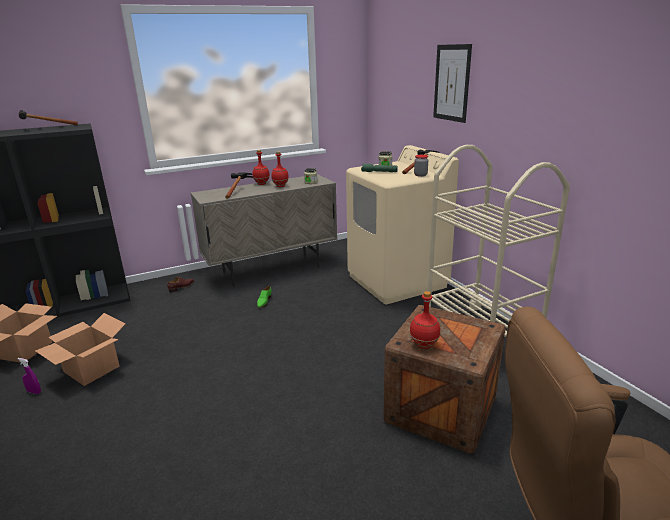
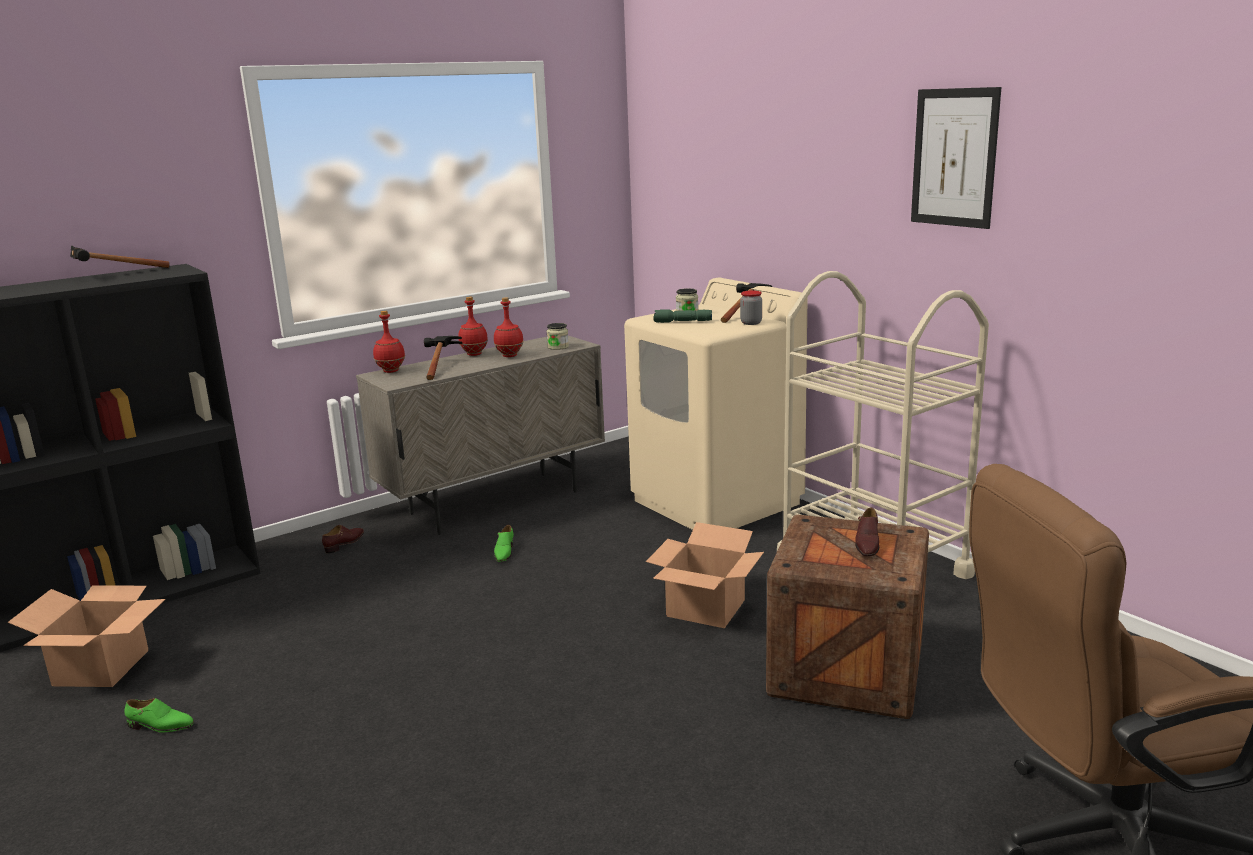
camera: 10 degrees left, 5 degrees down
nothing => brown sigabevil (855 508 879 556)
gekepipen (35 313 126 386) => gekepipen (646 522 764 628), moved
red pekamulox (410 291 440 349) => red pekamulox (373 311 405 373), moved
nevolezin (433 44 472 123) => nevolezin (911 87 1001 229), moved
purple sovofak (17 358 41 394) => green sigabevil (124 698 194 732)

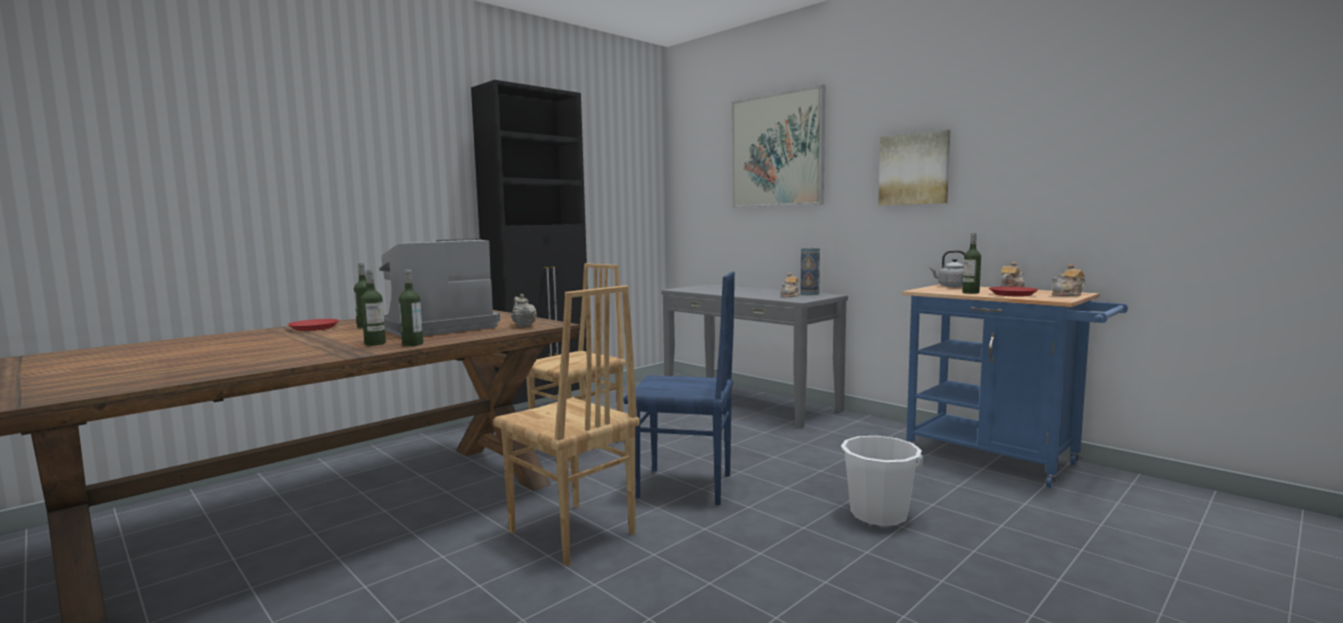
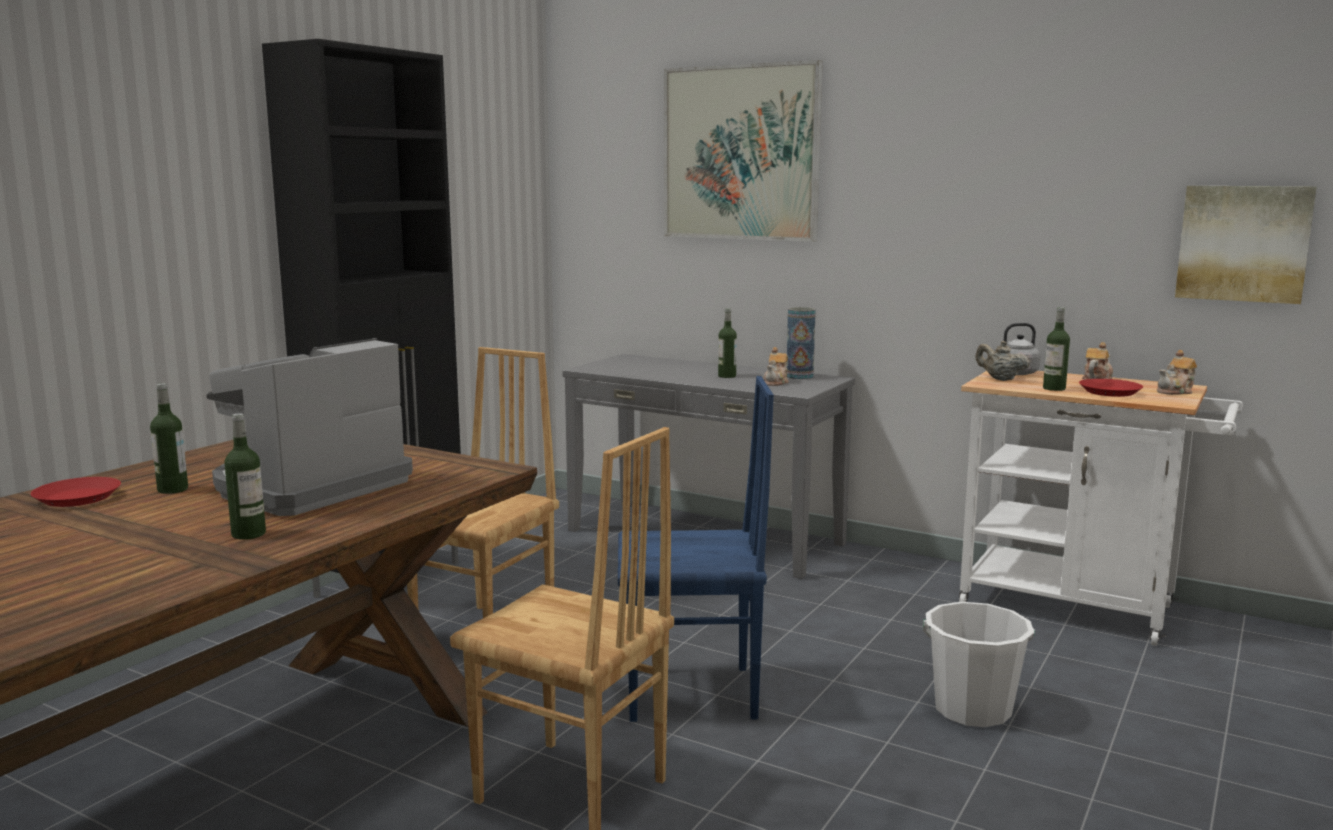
camera: 15 degrees left, 5 degrees up
pekamulox (399 269 423 346) => pekamulox (718 308 737 378), moved
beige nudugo (511 294 537 327) => beige nudugo (975 341 1030 381), moved
nevolezin (878 129 950 205) => nevolezin (1175 186 1317 304), moved
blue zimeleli (902 284 1128 488) => white zimeleli (959 371 1243 646)

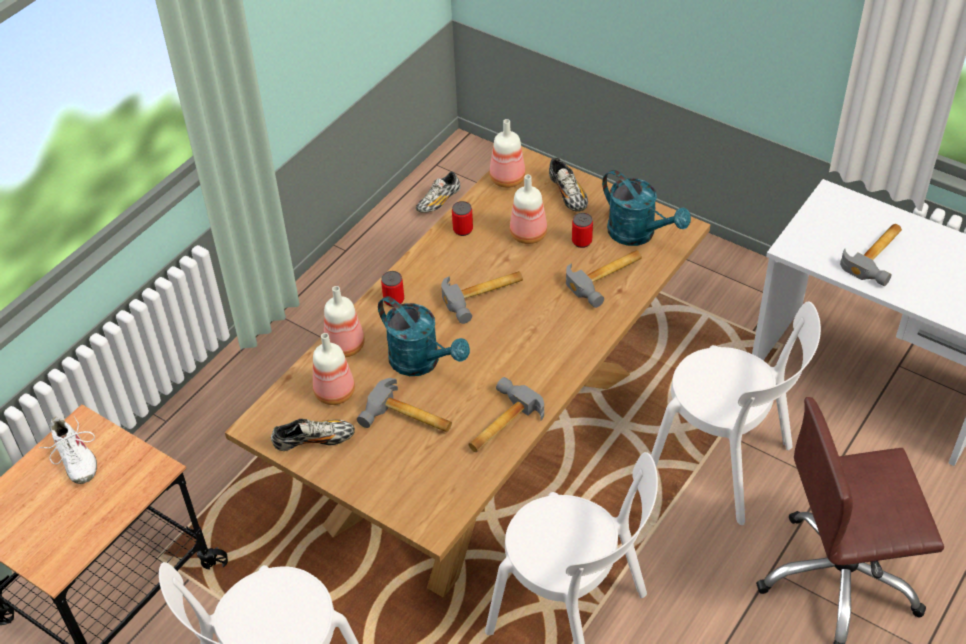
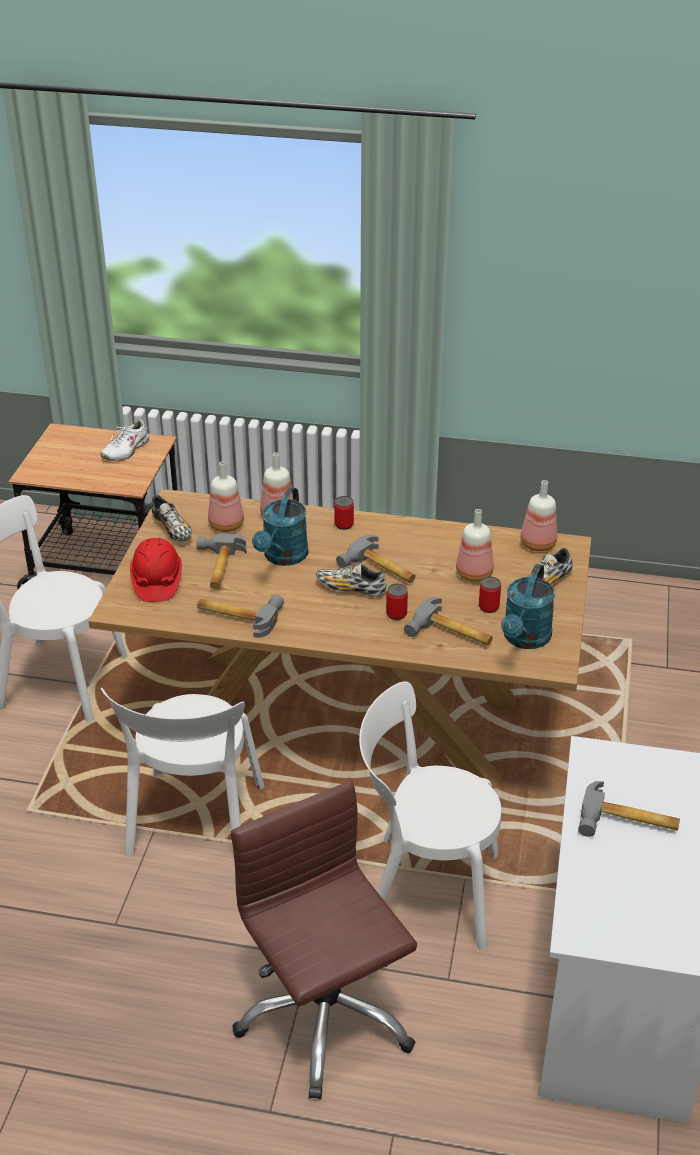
camera: 65 degrees right, 10 degrees down
nothing => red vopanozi (130 538 182 602)
sigabevil (416 172 461 213) => sigabevil (316 563 387 597), moved
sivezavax (452 201 473 236) => sivezavax (386 584 408 620), moved
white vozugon (651 302 821 525) => white vozugon (359 681 501 950), 90 degrees clockwise

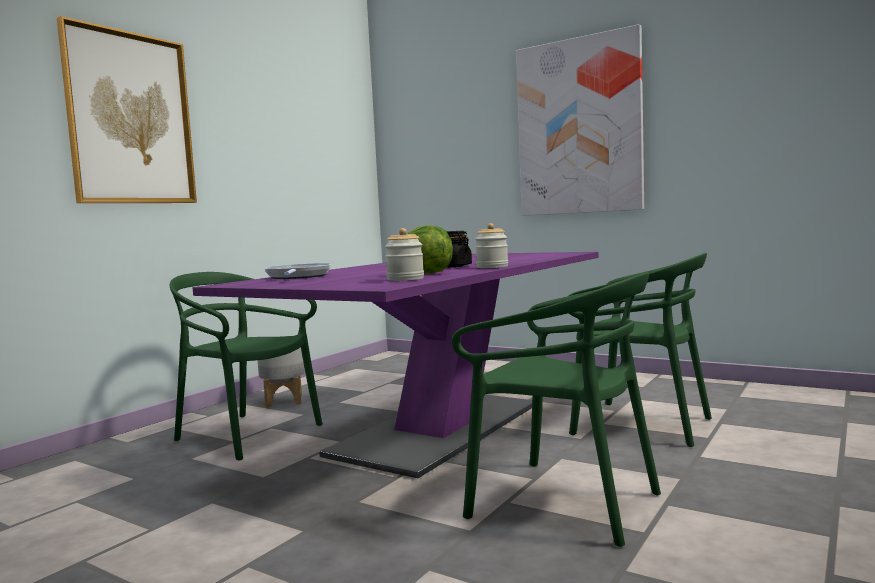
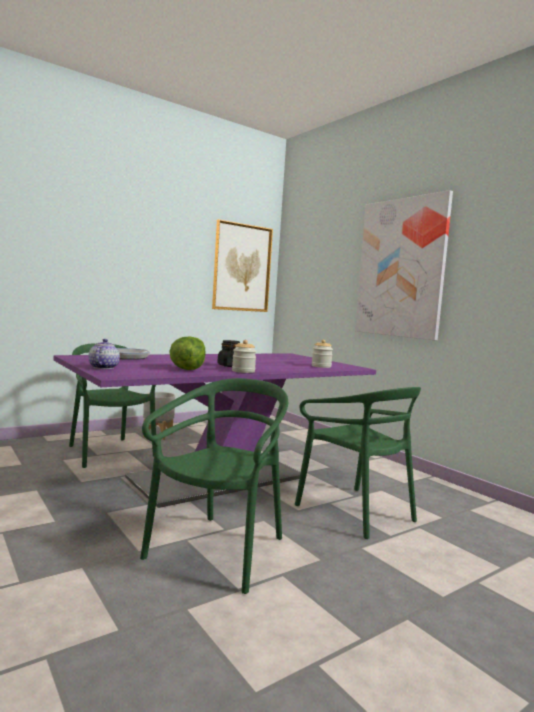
camera: 20 degrees right, 0 degrees up
nothing => nudugo (89 339 120 369)
nevolezin (57 16 197 203) => nevolezin (212 219 273 312), moved
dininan (385 228 424 281) => dininan (312 340 333 368), moved
green vozugon (452 272 661 547) => green vozugon (140 378 288 594), 120 degrees counterclockwise

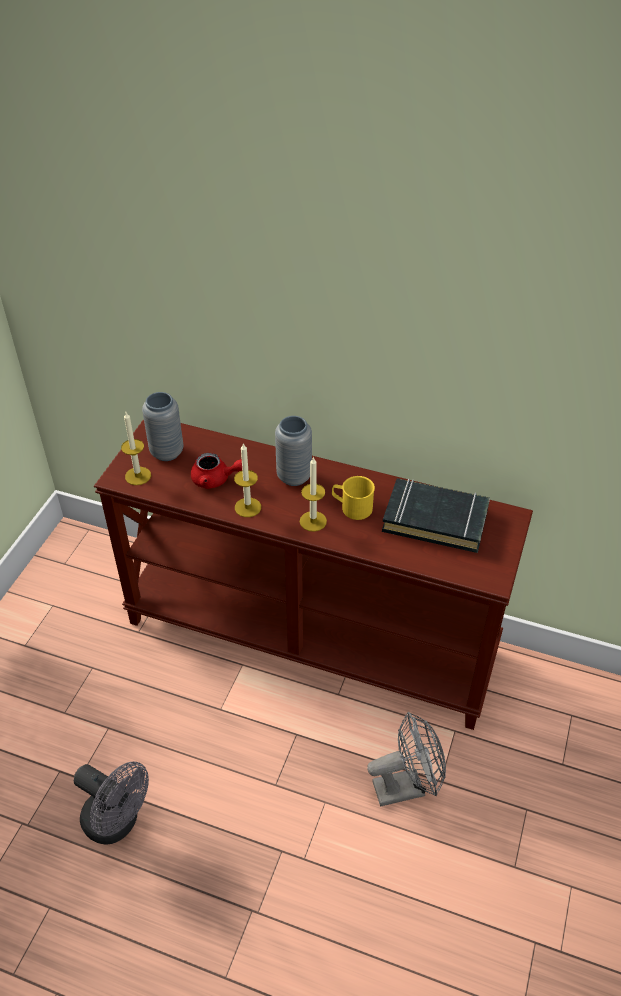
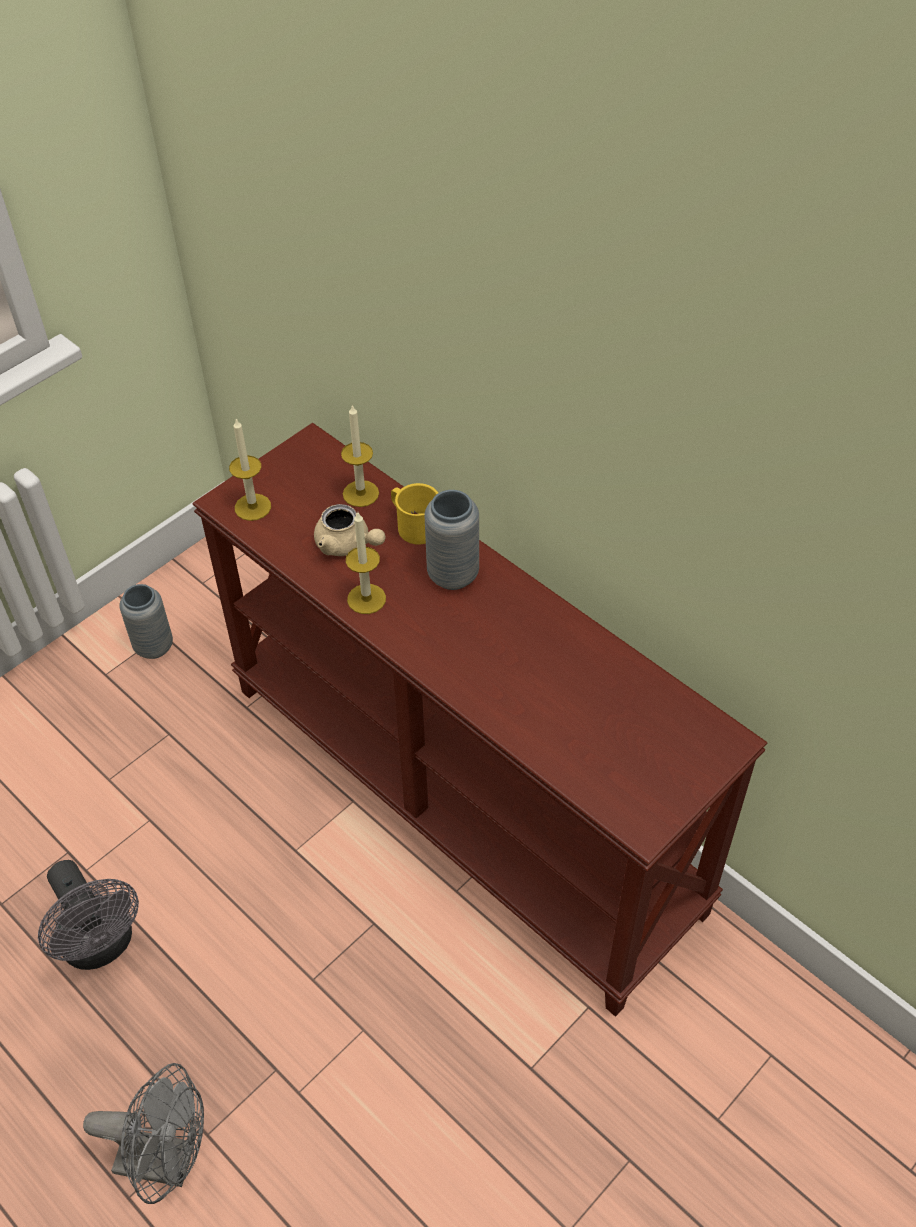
camera: 25 degrees right, 5 degrees up
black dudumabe (382 478 490 553) => nothing
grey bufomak (142 392 184 461) => grey bufomak (119 584 173 659), moved
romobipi (300 456 327 532) => romobipi (341 404 379 507), moved
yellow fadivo (332 476 375 520) => yellow fadivo (391 483 438 545), moved
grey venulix (367 712 446 806) => grey venulix (83 1063 204 1204), moved
red nudugo (191 453 242 489) => beige nudugo (314 504 386 556)

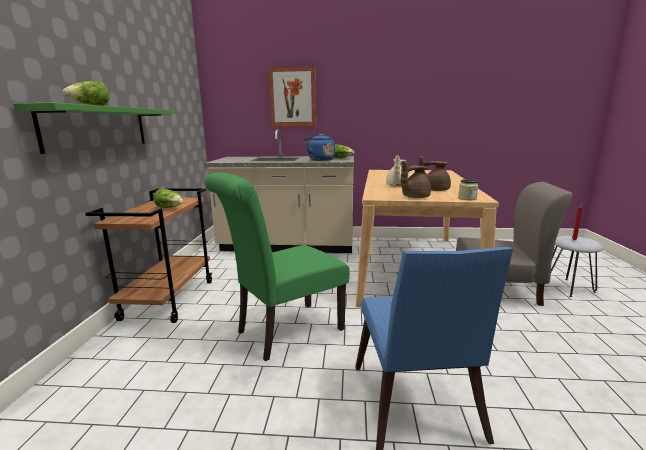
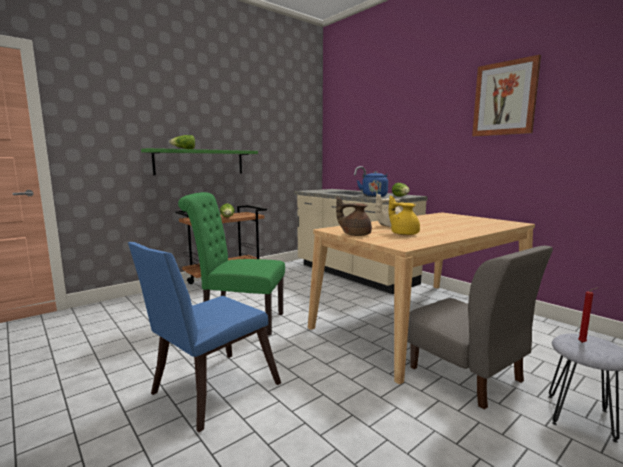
camera: 45 degrees right, 5 degrees down
dininan (458 179 478 200) => nothing
nevolezin (268 67 316 127) => nevolezin (472 55 541 136), moved
brown nudugo (418 156 451 191) => yellow nudugo (389 195 420 235)

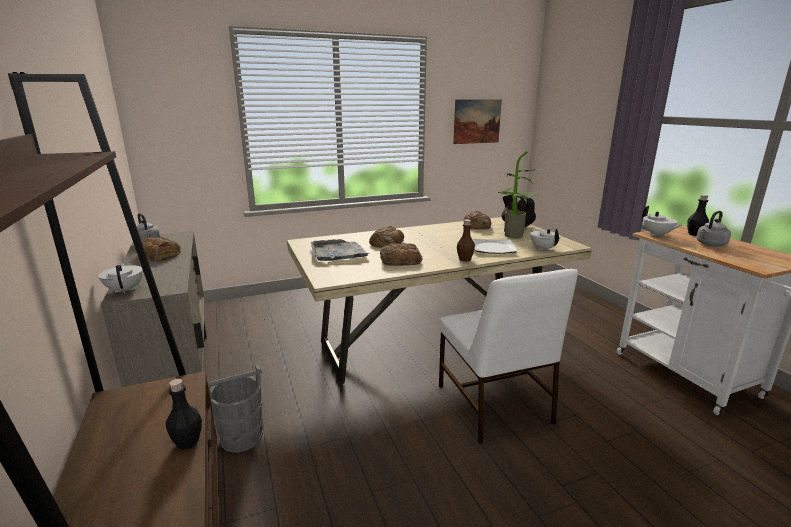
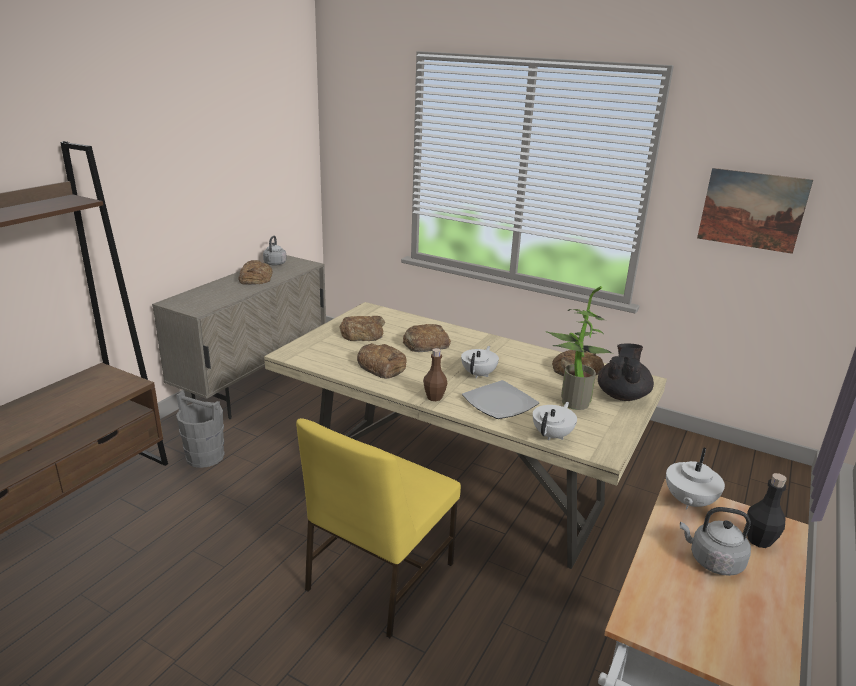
camera: 50 degrees right, 5 degrees up
black pekamulox (166 379 202 450) => nothing
white nudugo (99 263 143 294) => white nudugo (461 346 499 378), moved
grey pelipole (311 239 368 261) => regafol (339 316 385 341)
white vozugon (439 269 578 443) => yellow vozugon (296 418 461 638)

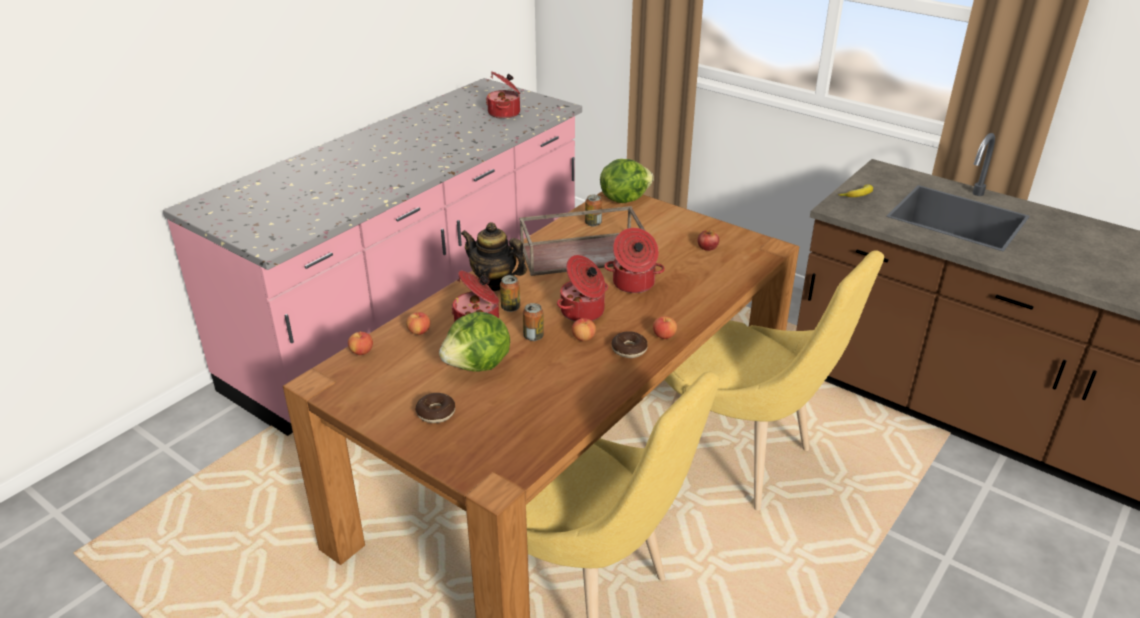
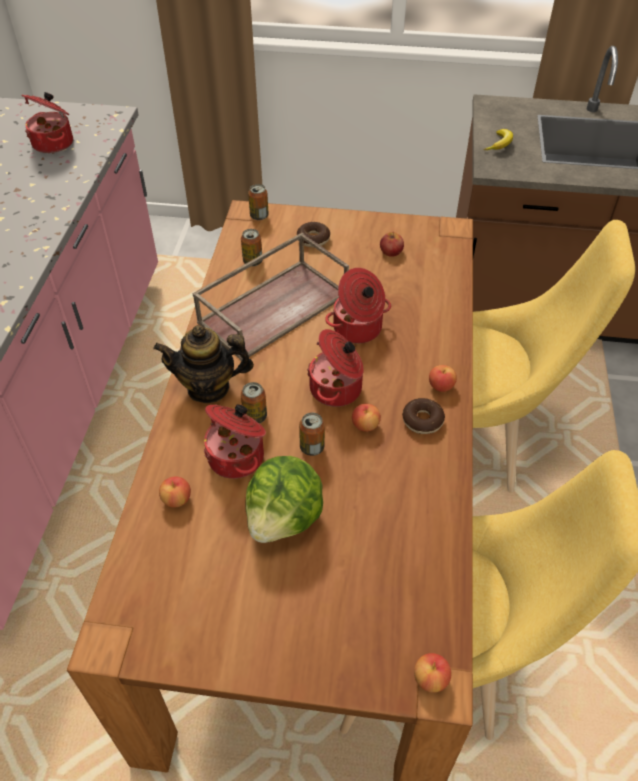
camera: 30 degrees left, 15 degrees up
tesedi (348 331 373 355) => tesedi (414 653 452 693), moved
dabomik (415 393 455 423) => dabomik (297 222 330 247), moved
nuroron (600 159 654 203) => sivezavax (248 184 269 220)

